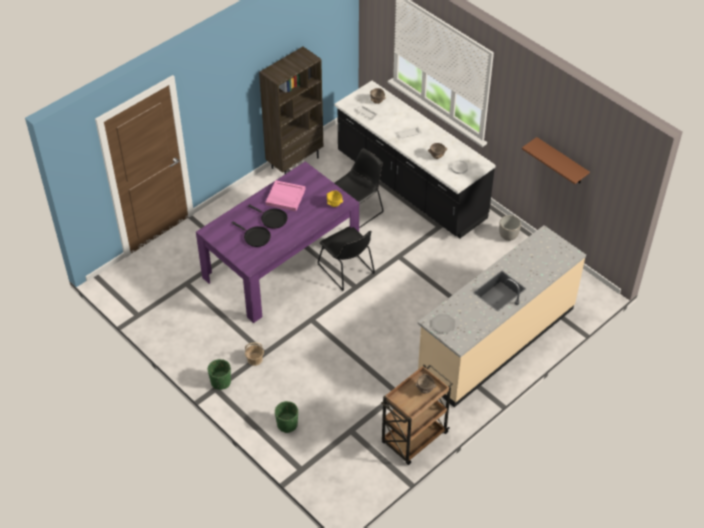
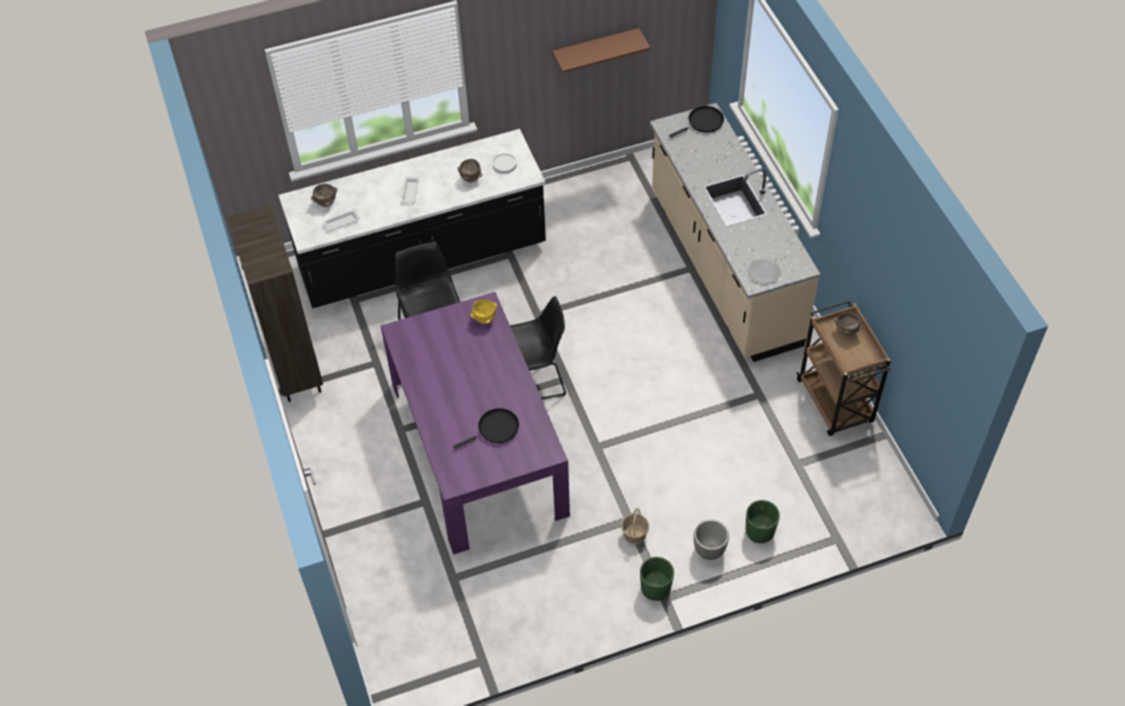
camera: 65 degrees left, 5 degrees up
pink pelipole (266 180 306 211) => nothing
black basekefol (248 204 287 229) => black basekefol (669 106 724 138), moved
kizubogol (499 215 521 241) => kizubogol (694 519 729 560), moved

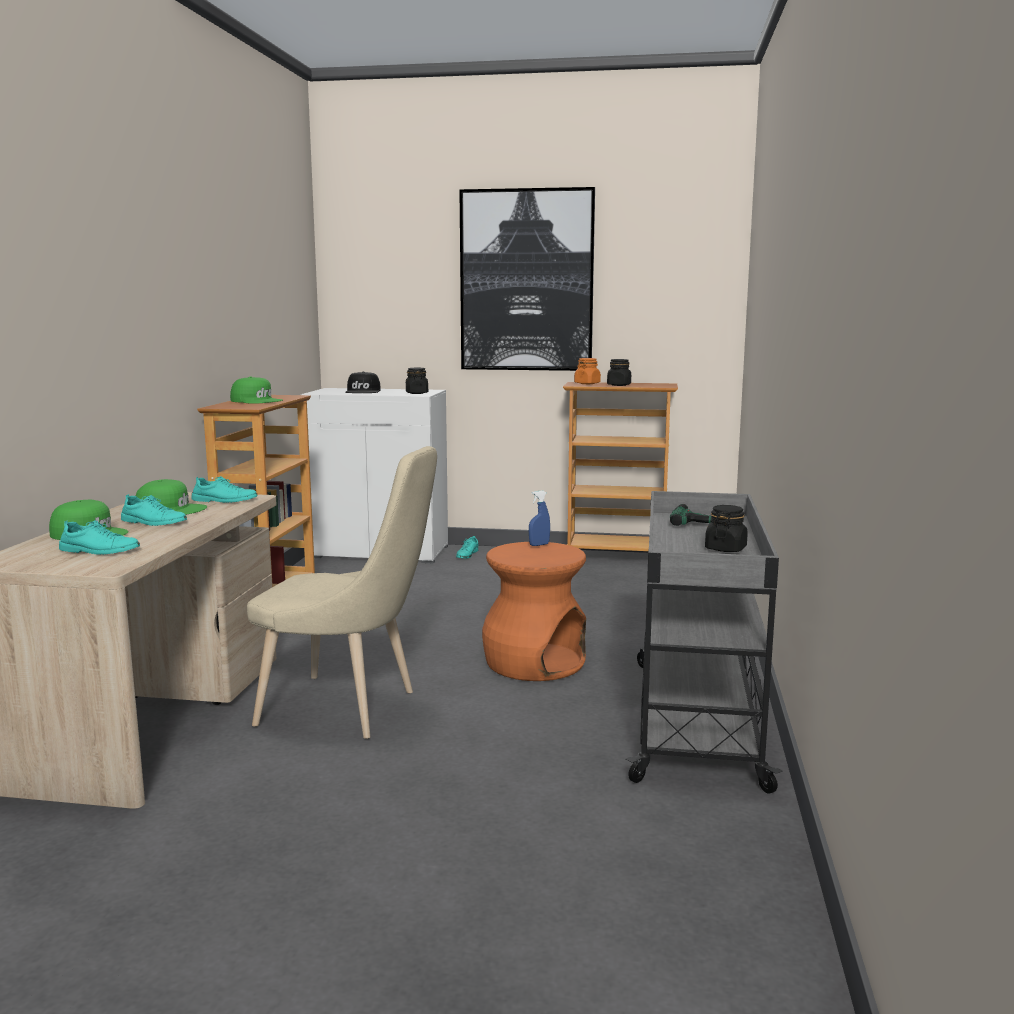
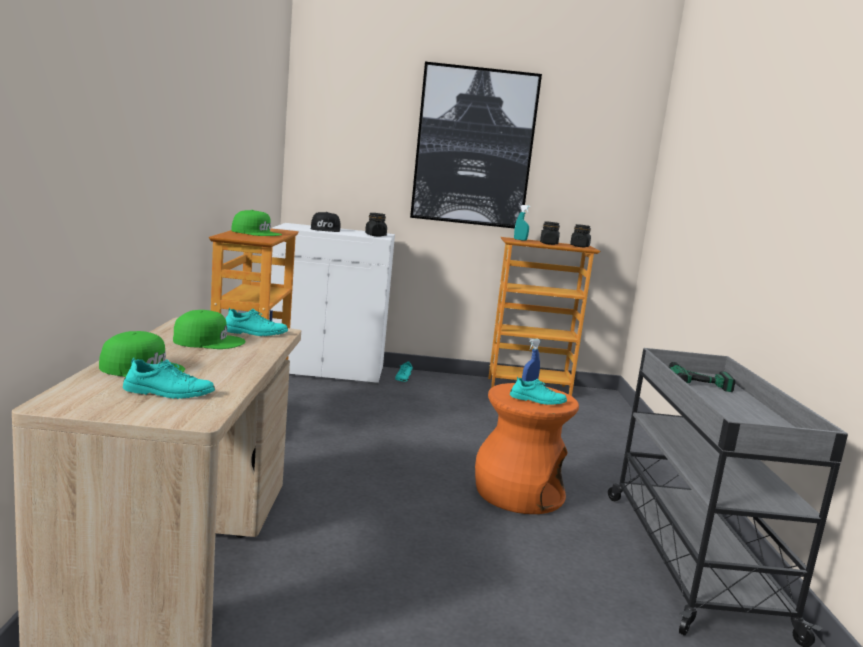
camera: 10 degrees left, 0 degrees up
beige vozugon (247 446 437 739) => nothing
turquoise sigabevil (121 494 187 526) => turquoise sigabevil (510 377 567 405), moved
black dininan (705 505 748 552) => black dininan (570 224 591 247), moved
orange dininan (574 358 601 384) => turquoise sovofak (514 205 530 241)

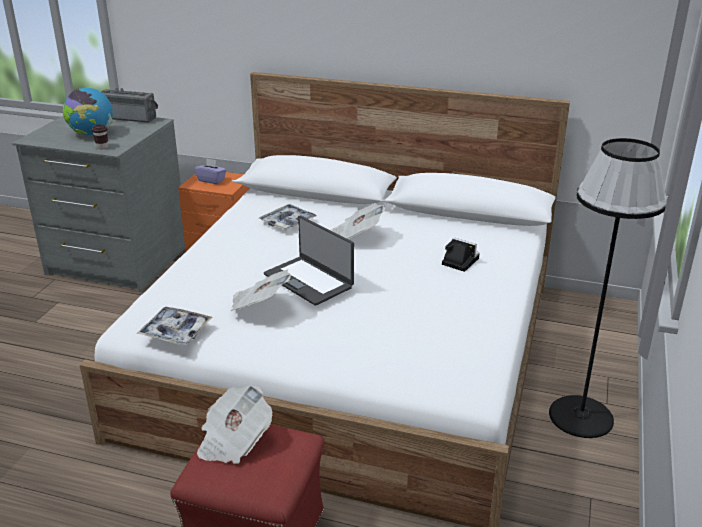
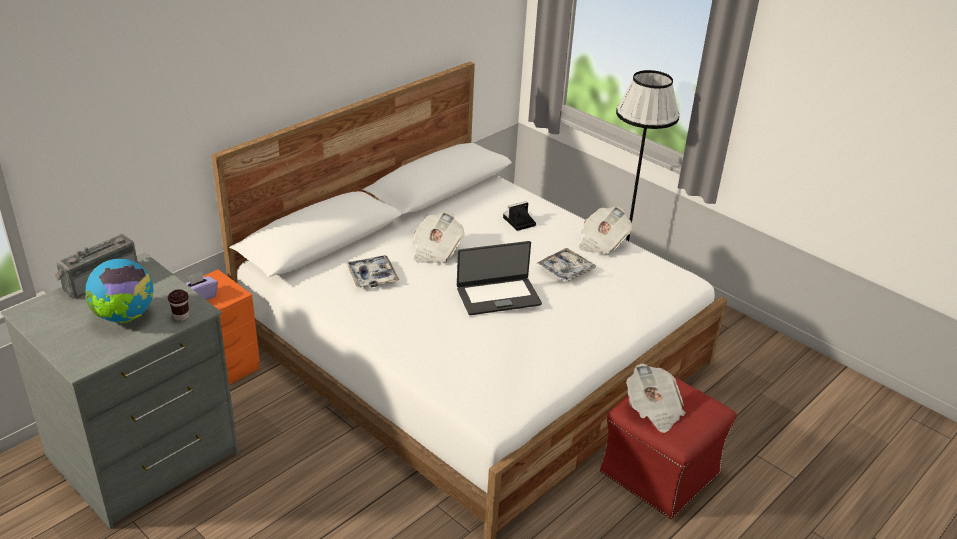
camera: 65 degrees left, 5 degrees up
pelipole (136 307 212 345) => pelipole (537 248 596 282), moved
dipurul (231 270 291 311) => dipurul (579 207 632 255), moved

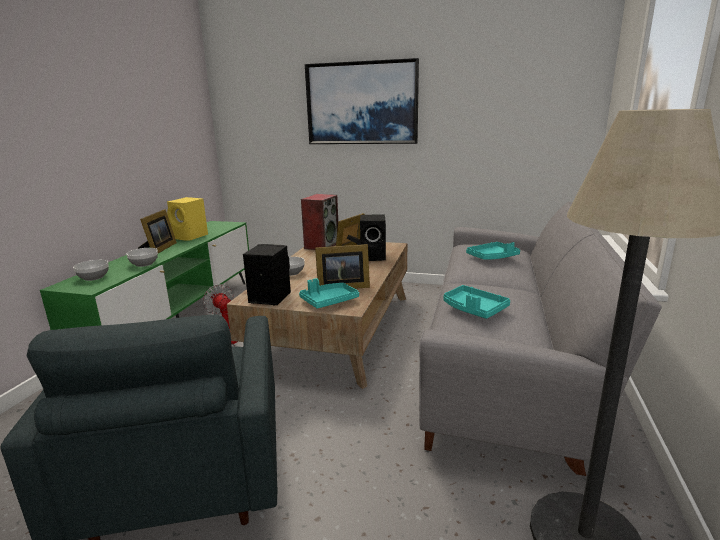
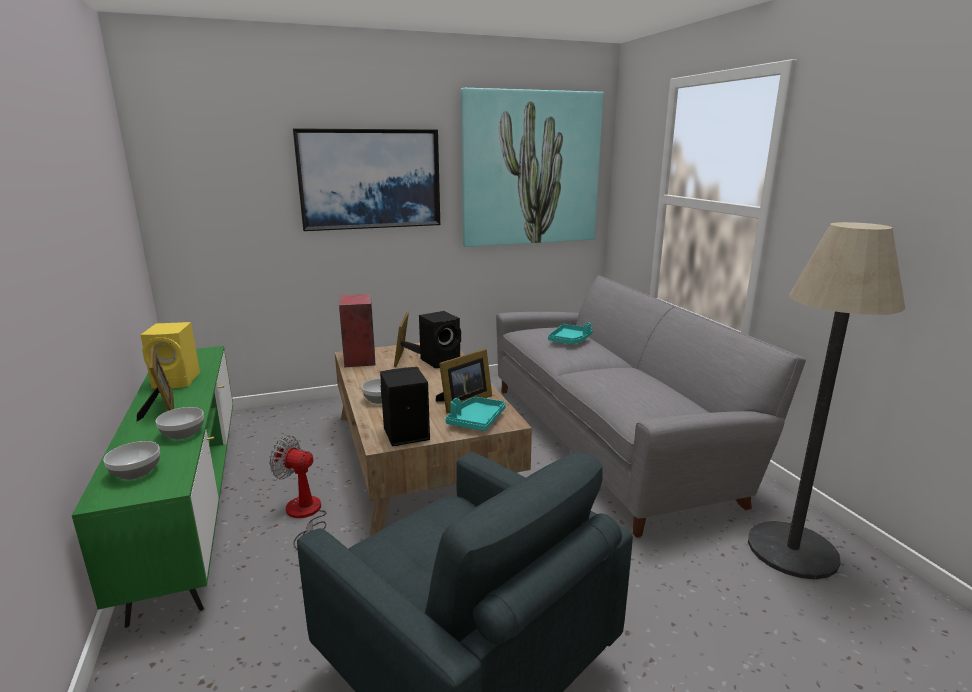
camera: 35 degrees left, 0 degrees up
turquoise pelipole (443 285 510 319) => nothing
nothing => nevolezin (461 88 604 247)

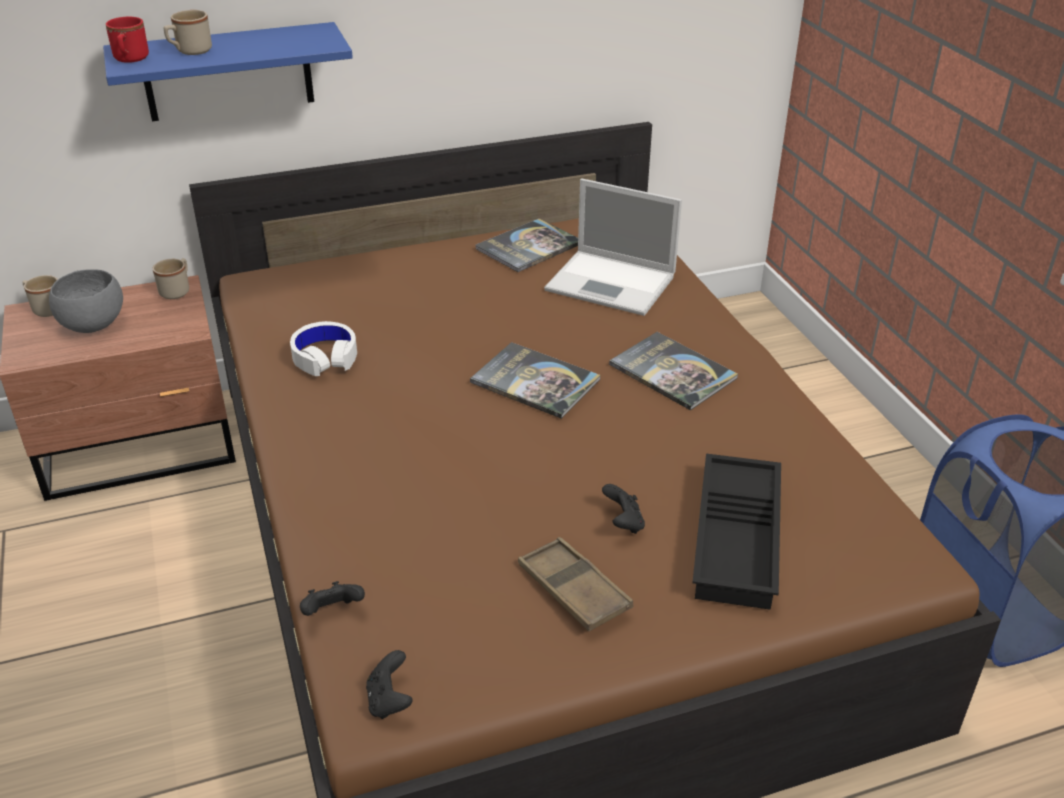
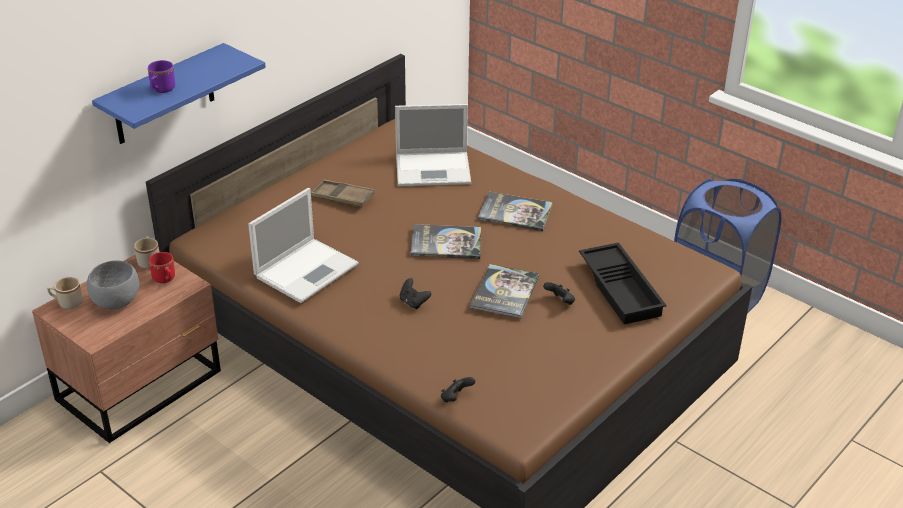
camera: 30 degrees left, 0 degrees up
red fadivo (106 17 149 63) => red fadivo (149 252 175 283), moved
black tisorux (366 650 413 719) => black tisorux (400 278 431 309), moved
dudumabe (475 218 578 272) => dudumabe (470 264 539 318), moved
brown pelipole (518 537 633 631) => brown pelipole (311 179 375 207), moved
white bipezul (290 321 357 376) => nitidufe (248 188 359 303)
beige fadivo (164 10 212 55) => purple fadivo (148 60 175 93)

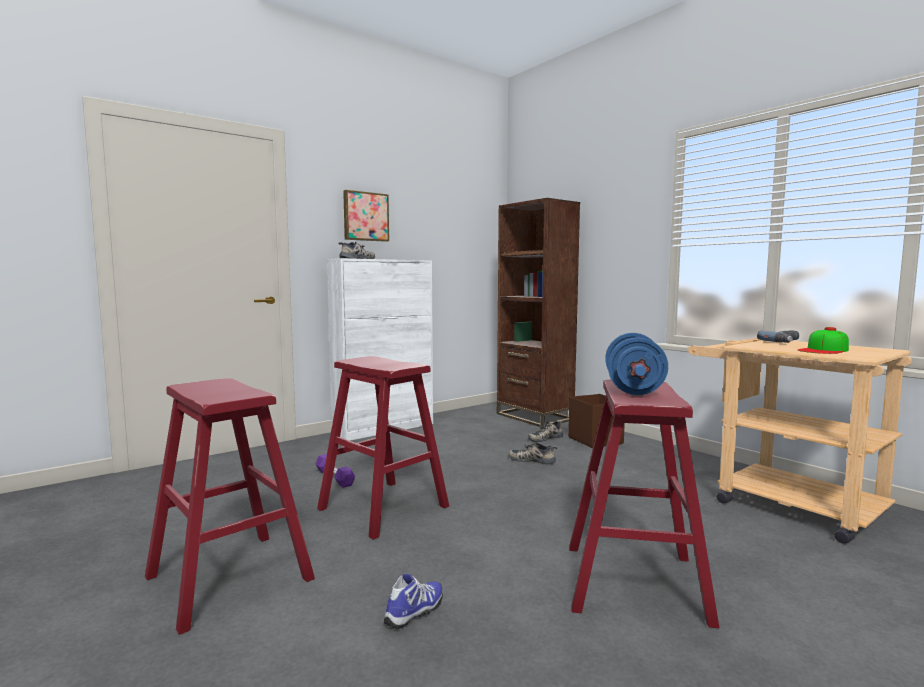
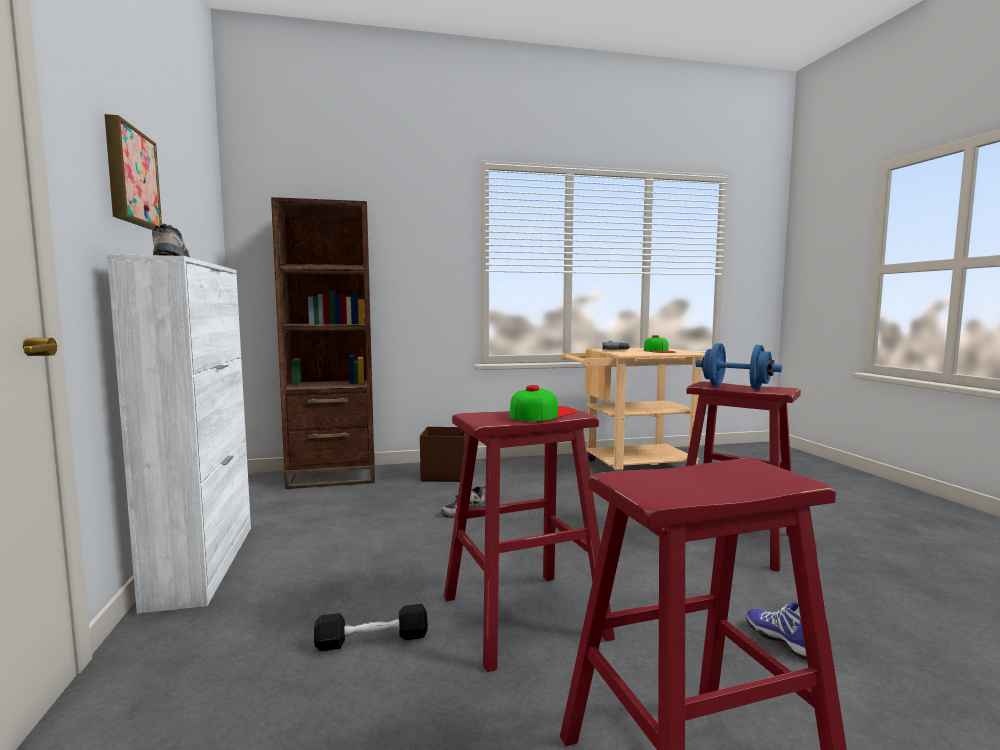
camera: 65 degrees left, 0 degrees up
sigabevil (528 421 564 442) => nothing
nothing => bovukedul (510 385 577 421)
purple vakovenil (315 454 355 488) => black vakovenil (314 604 428 651)

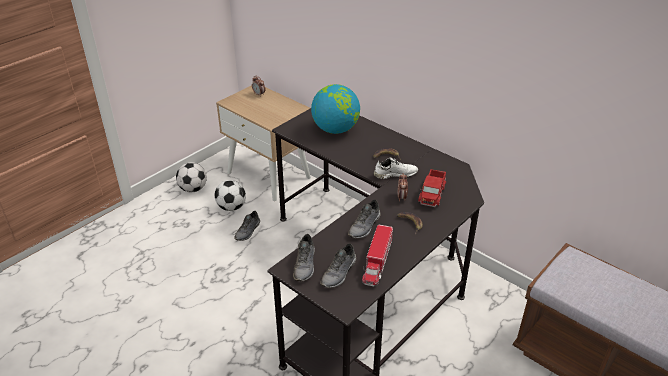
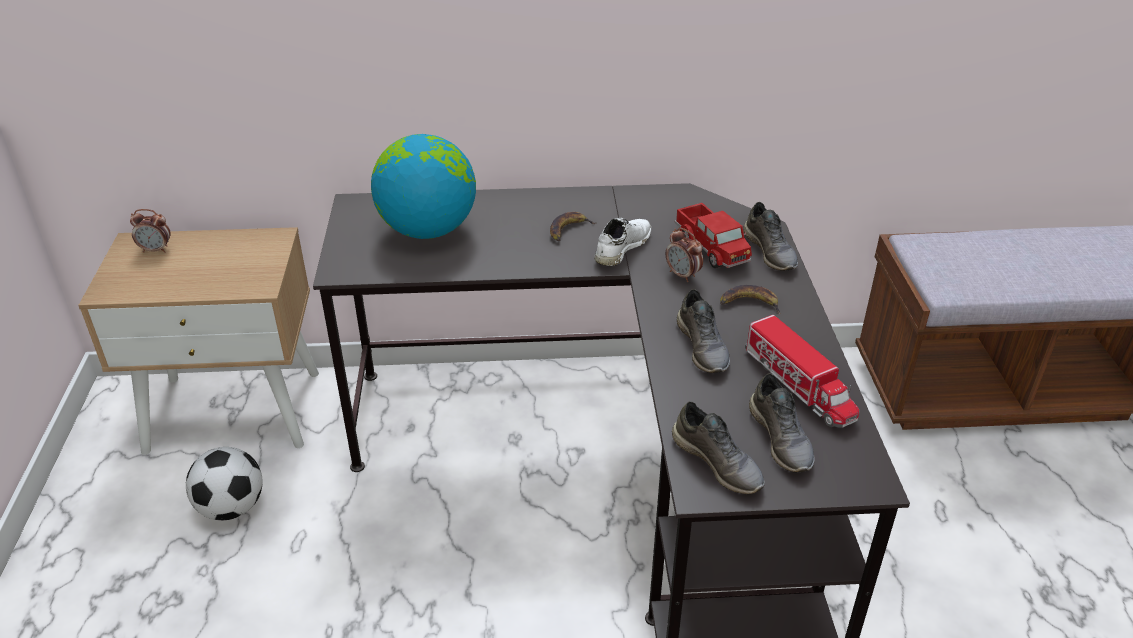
camera: 45 degrees left, 0 degrees up
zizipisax (176 162 207 192) => nothing
grey sigabevil (234 211 260 241) => grey sigabevil (743 202 798 271), moved

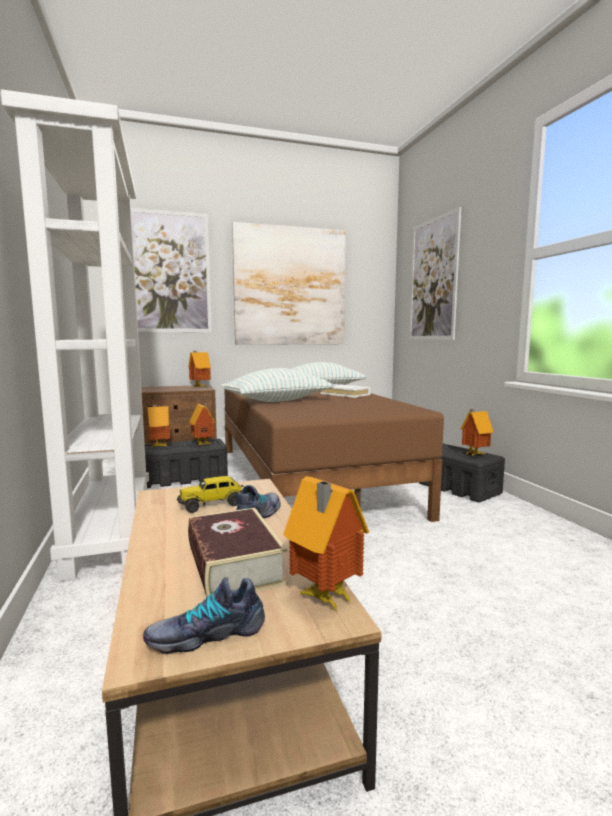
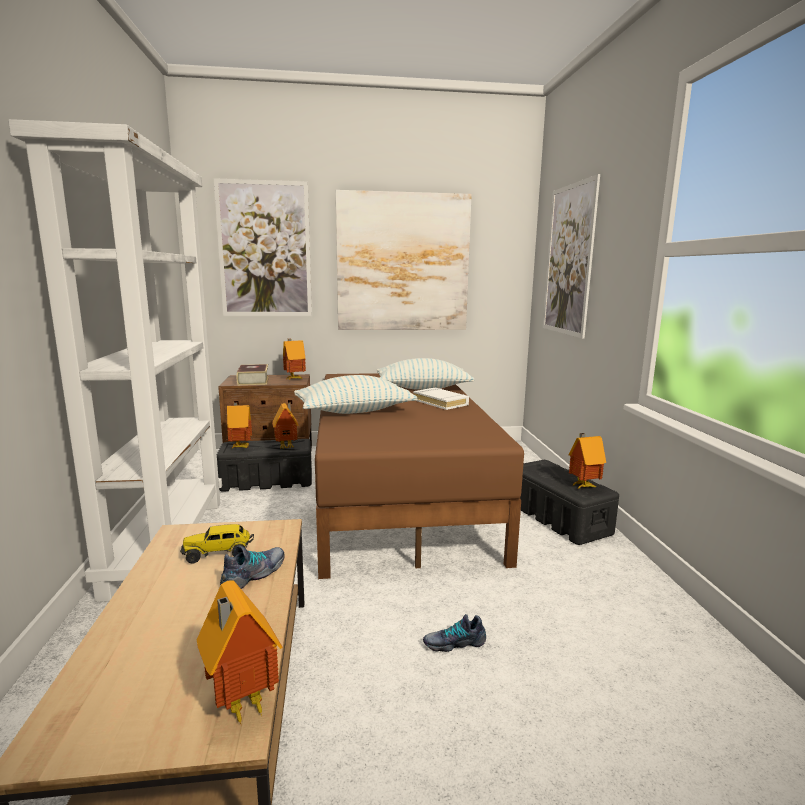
camera: 10 degrees right, 5 degrees up
sigabevil (143 577 265 654) => sigabevil (423 614 486 652), moved
dudumabe (188 508 287 597) => dudumabe (237 364 269 385), moved

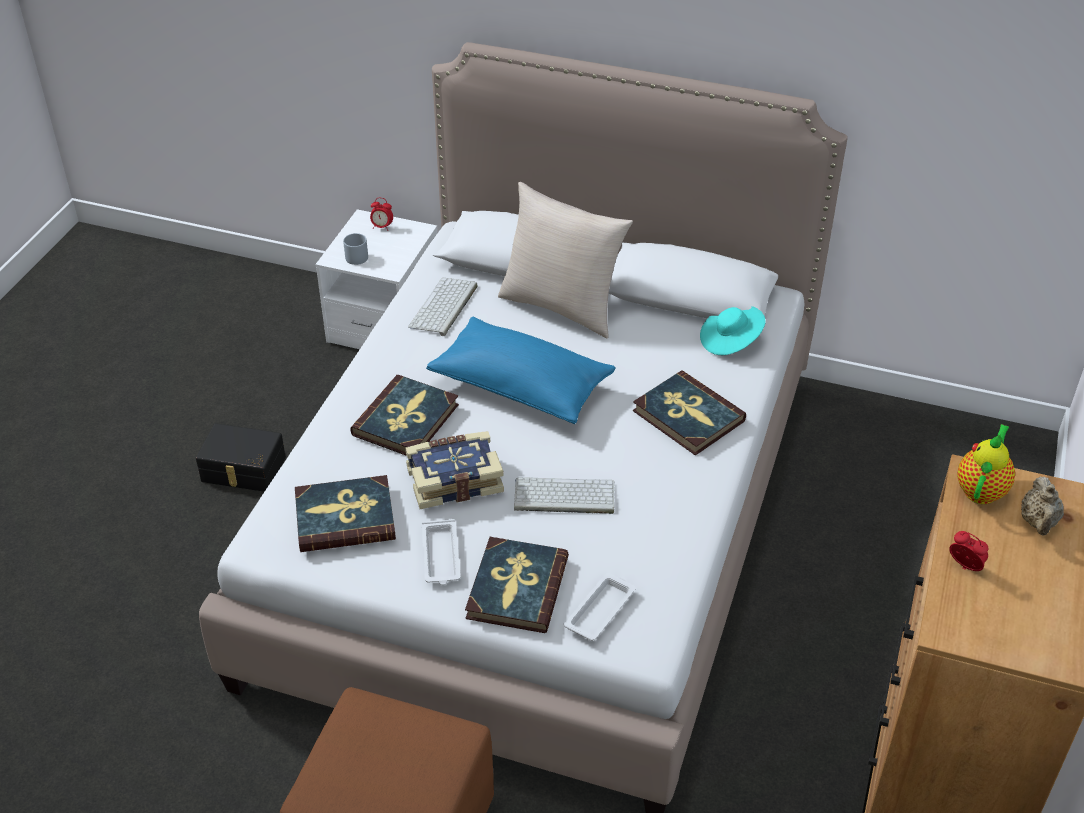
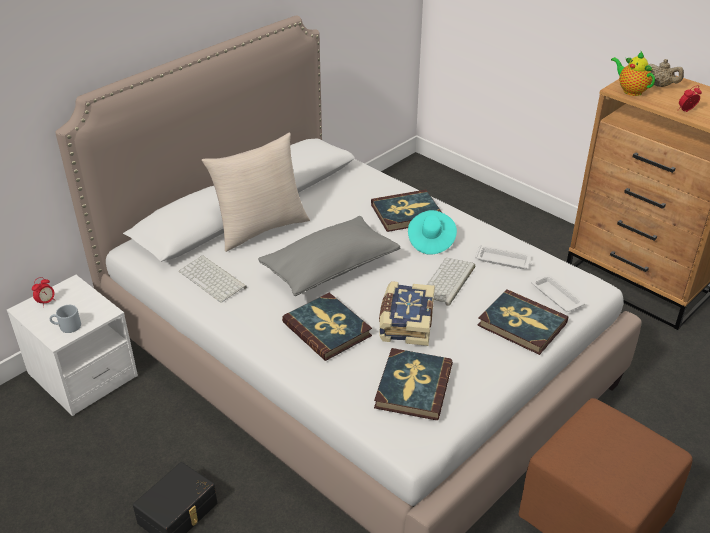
camera: 65 degrees left, 5 degrees down
white pelipole (422 519 460 585) => white pelipole (475 245 532 269), moved
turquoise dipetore (700 306 766 355) => turquoise dipetore (408 210 457 255), moved
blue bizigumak (426 317 616 424) => grey bizigumak (258 216 400 296)

